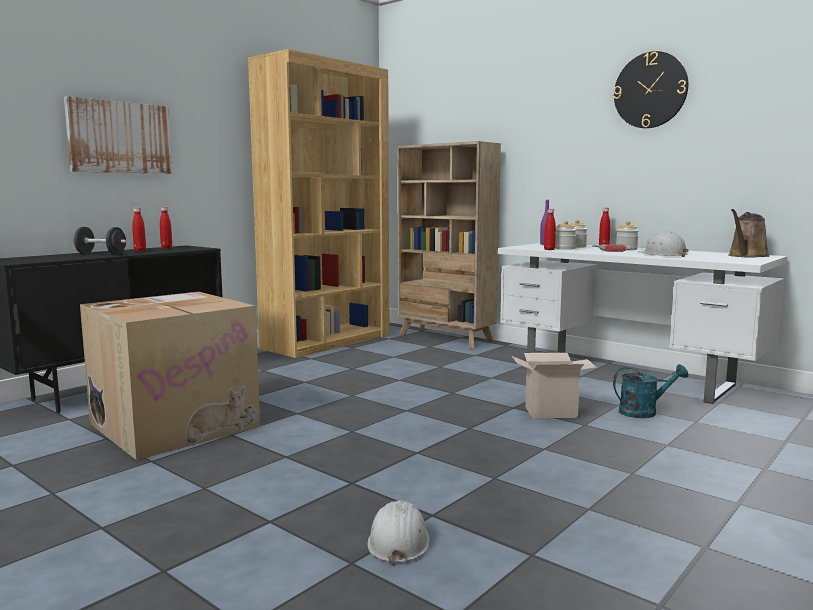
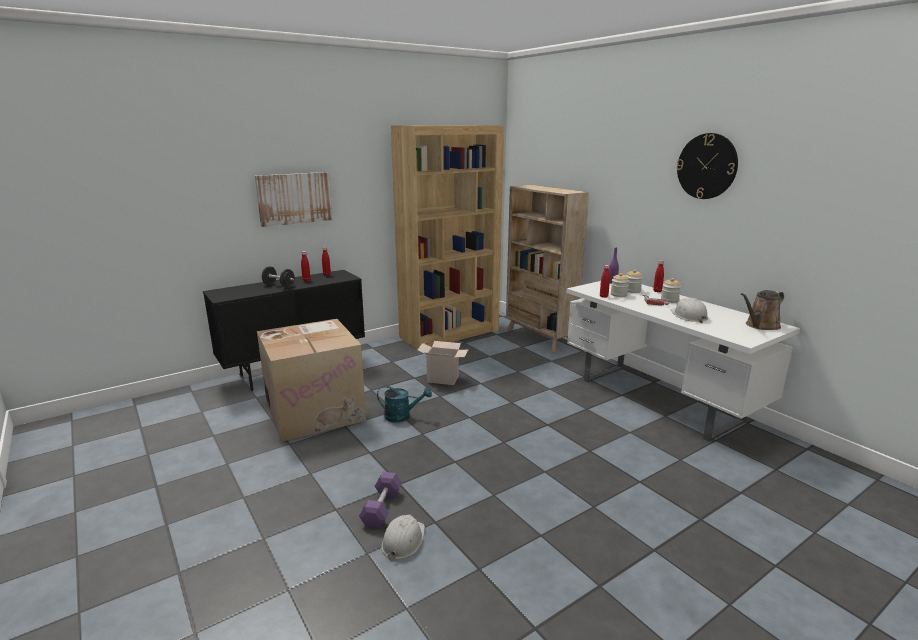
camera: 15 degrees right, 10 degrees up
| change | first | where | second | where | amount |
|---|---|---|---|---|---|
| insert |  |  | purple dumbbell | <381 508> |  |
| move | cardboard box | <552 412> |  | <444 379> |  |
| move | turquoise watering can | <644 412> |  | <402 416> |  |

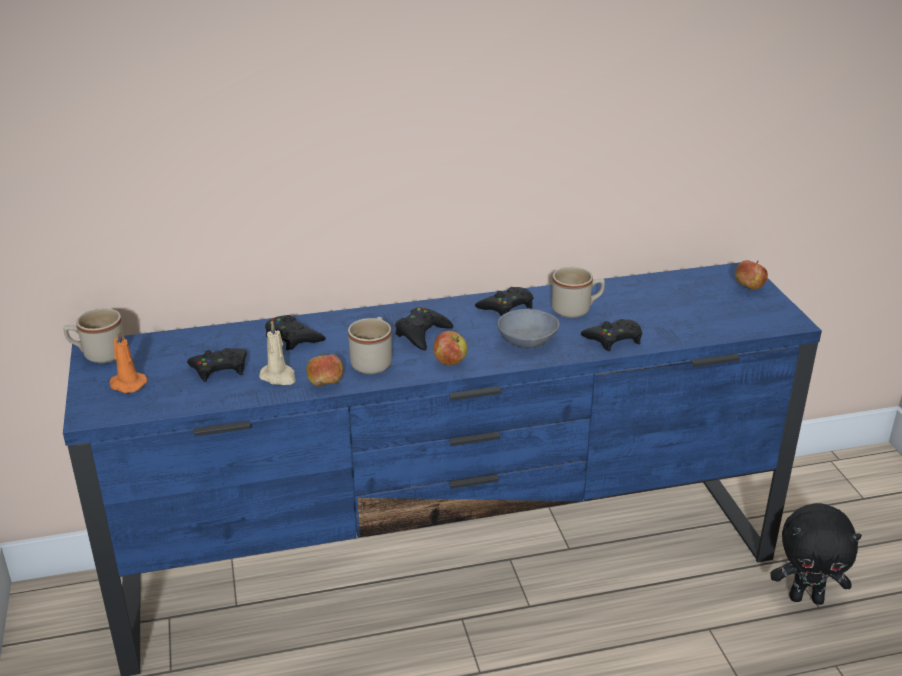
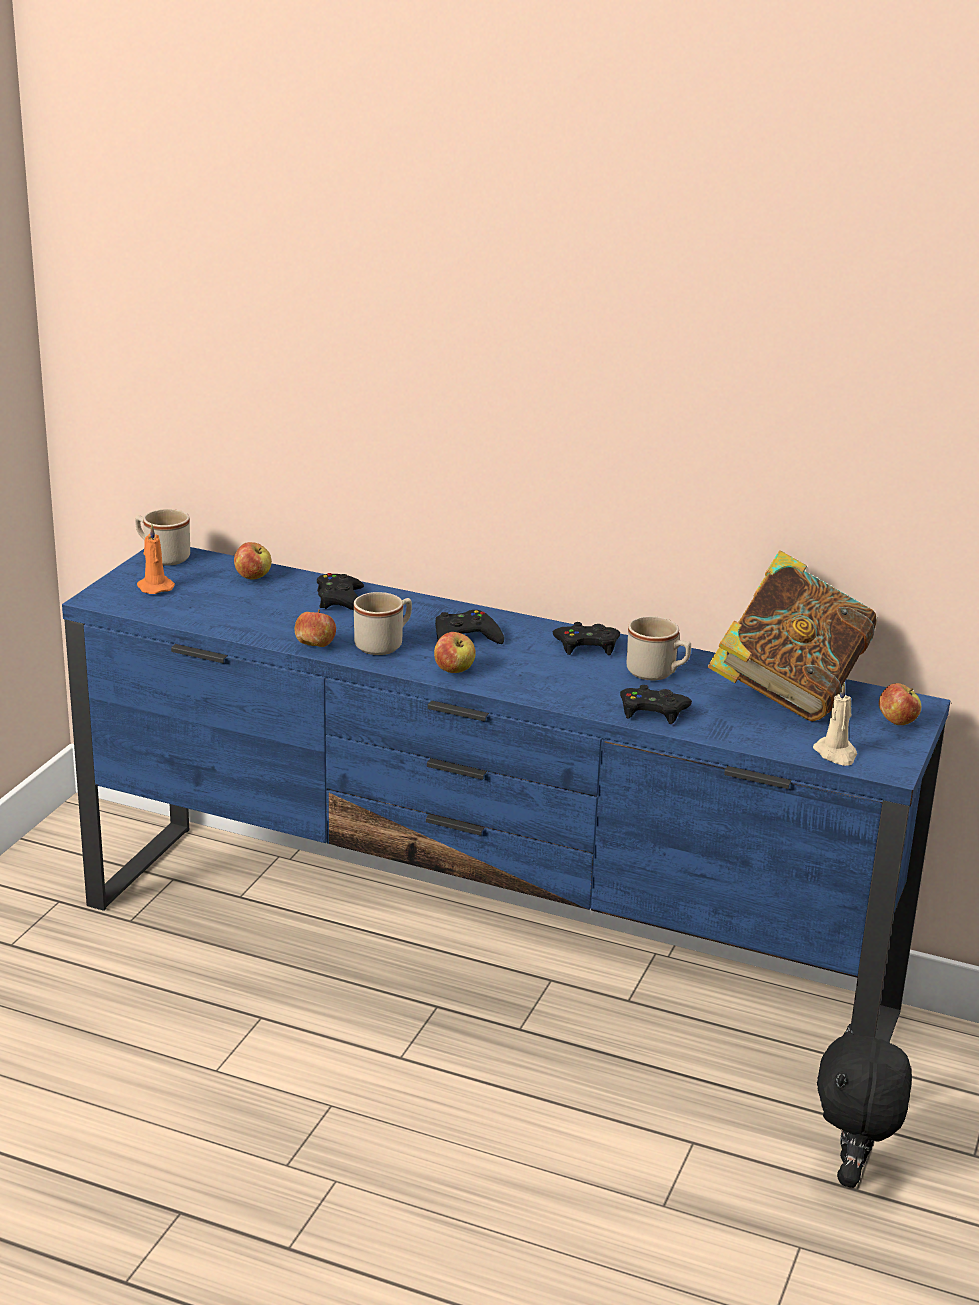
camera: 35 degrees right, 5 degrees down
| change | first | where | second | where | amount |
|---|---|---|---|---|---|
| delete | black game controller | <220 368> |  |  |  |
| delete | grey bowl | <528 339> |  |  |  |
| insert |  |  | apple | <253 577> |  |
| insert |  |  | book | <788 691> |  |
| move | beige candle | <279 377> |  | <836 754> |  |
| rotate | black plush toy | <806 598> |  | <852 1174> | 60 degrees clockwise |

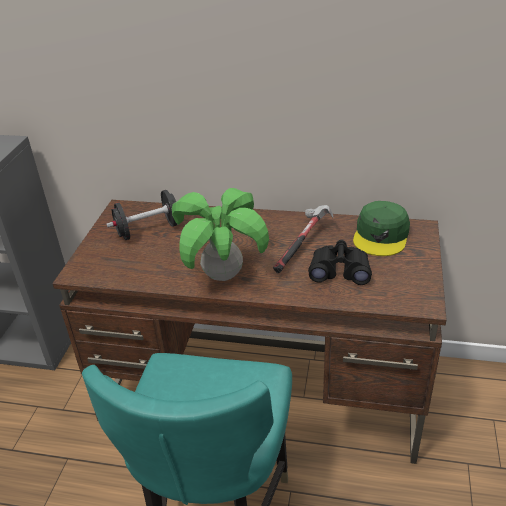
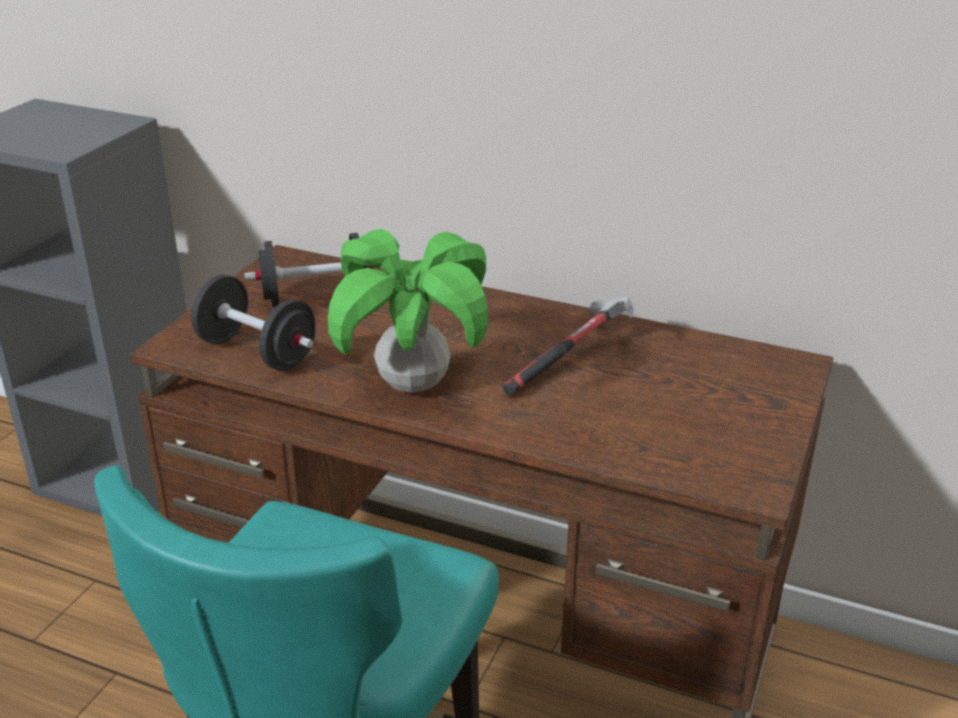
camera: 10 degrees right, 5 degrees down
| change | first | where | second | where | amount |
|---|---|---|---|---|---|
| delete | black binoculars | <340 270> |  |  |  |
| delete | green cap | <381 235> |  |  |  |
| insert |  |  | black dumbbell | <257 352> |  |

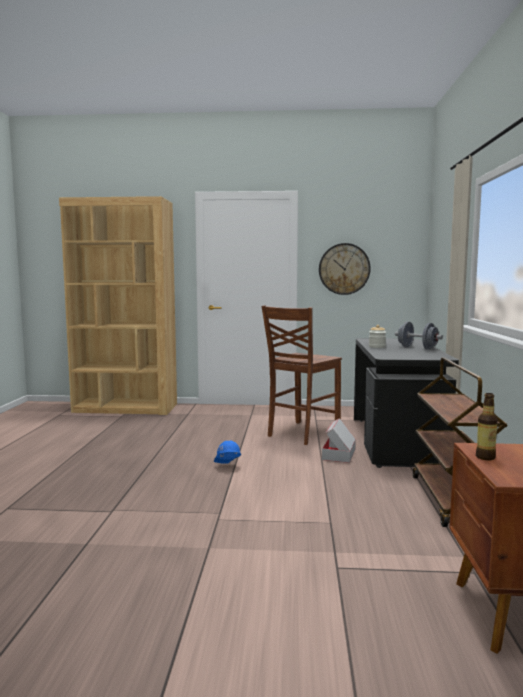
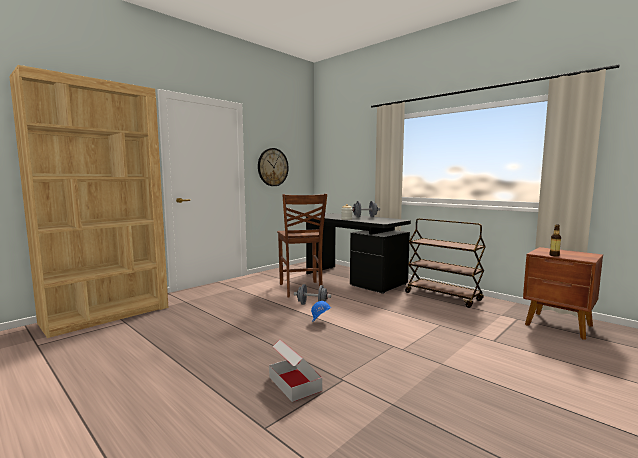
camera: 50 degrees left, 0 degrees up
| change | first | where | second | where | amount |
|---|---|---|---|---|---|
| insert |  |  | grey dumbbell | <312 304> |  |
| move | cardboard box | <339 454> |  | <295 384> |  |

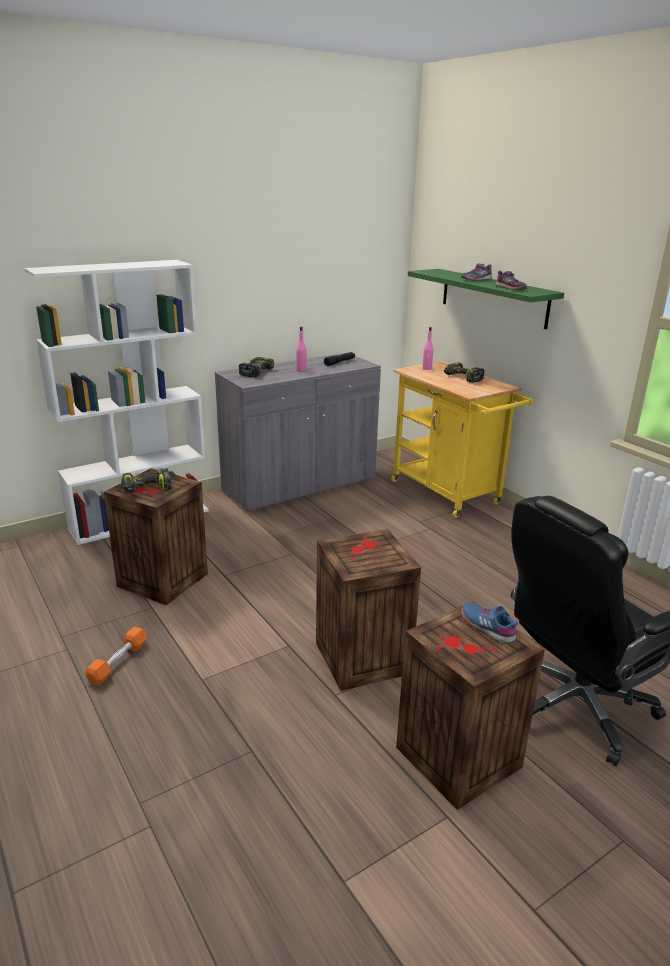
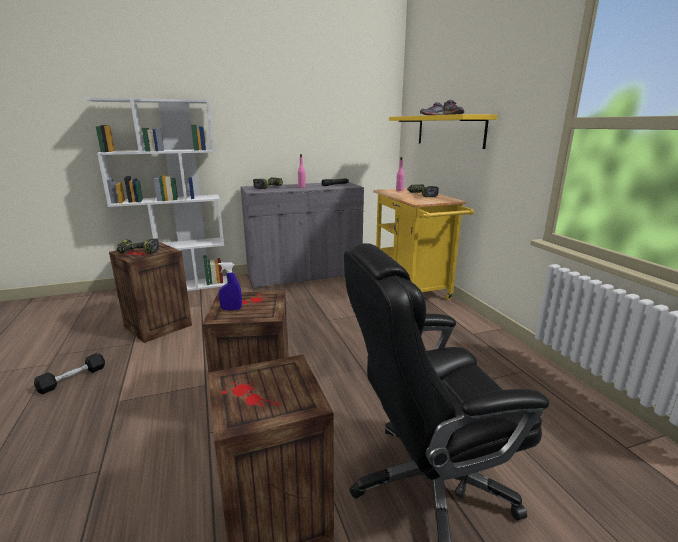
camera: 15 degrees right, 5 degrees down
| change | first | where | second | where | amount |
|---|---|---|---|---|---|
| delete | blue shoe | <487 627> |  |  |  |
| insert |  |  | blue spray bottle | <231 309> |  |
| recolor | orange dumbbell | <118 662> | black dumbbell | <72 379> |  |
| recolor | green shelf | <493 297> | yellow shelf | <449 131> |  |

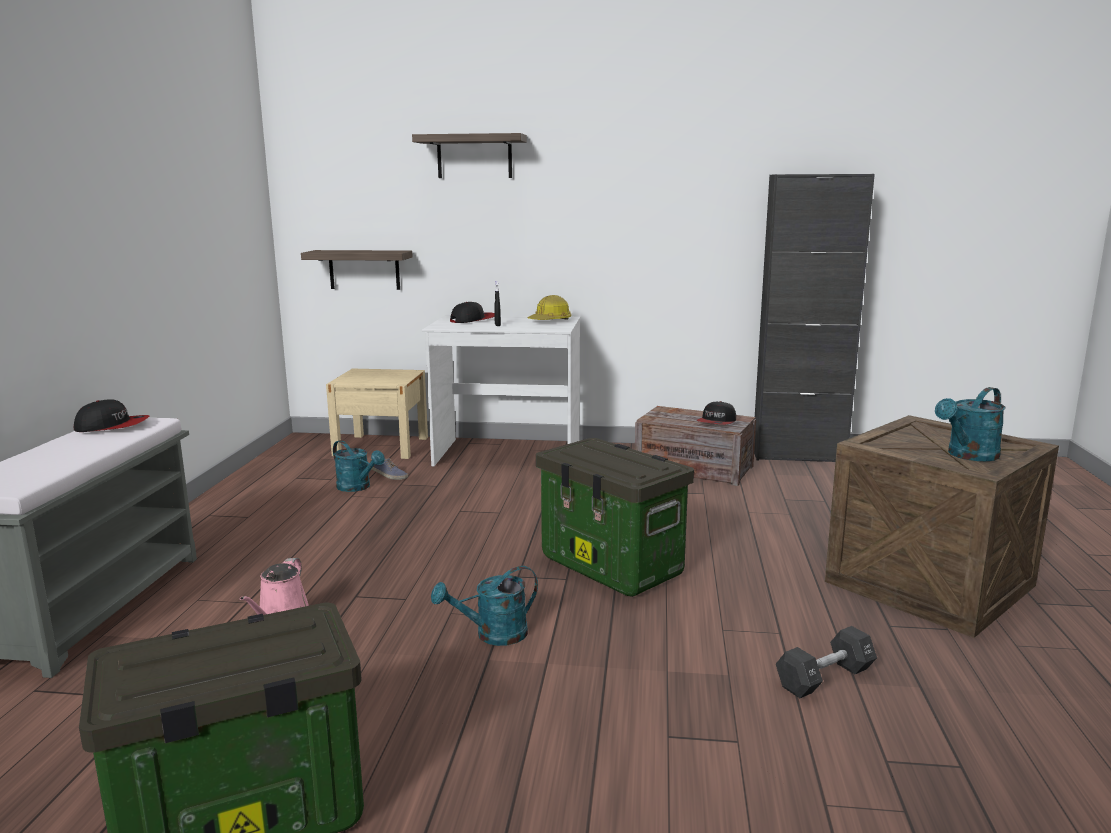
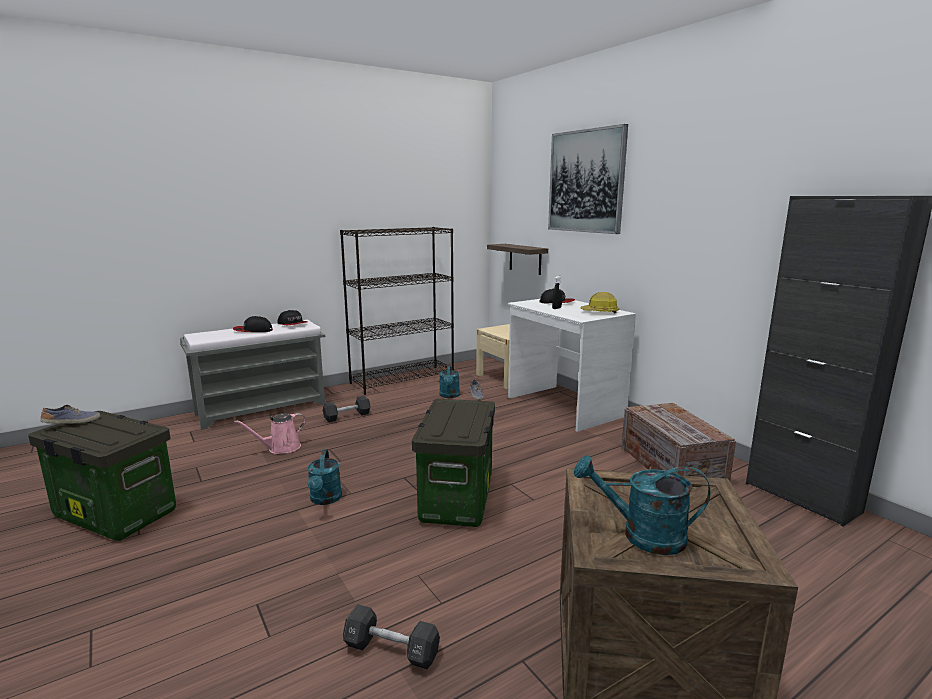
camera: 50 degrees right, 0 degrees up
| change | first | where | second | where | amount |
|---|---|---|---|---|---|
| insert |  |  | shoe | <72 423> |  |
| insert |  |  | black dumbbell | <347 416> |  |
| insert |  |  | black bookcase | <403 379> |  |
| move | cap | <717 422> |  | <253 330> |  |
| replace | shelf | <474 157> | picture | <586 181> |  |
| rotate | turquoise watering can | <493 635> |  | <325 500> | 120 degrees counterclockwise |

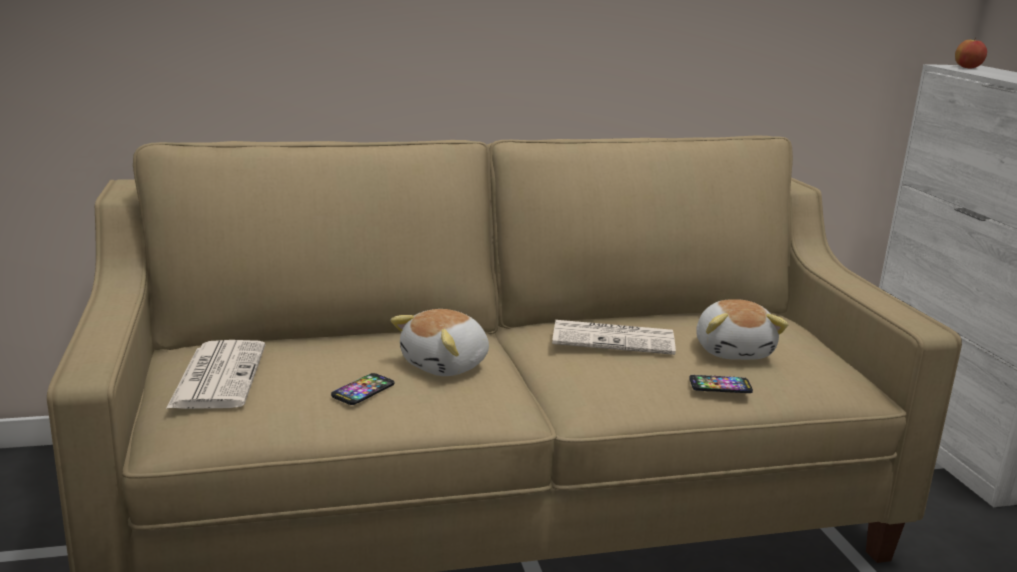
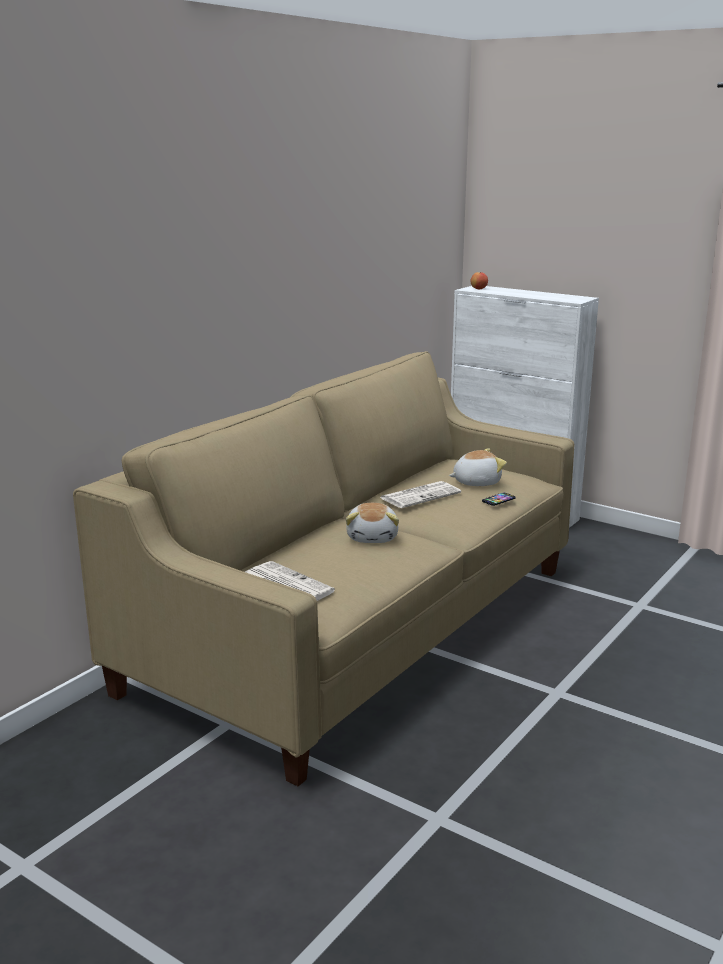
camera: 40 degrees left, 0 degrees up
| change | first | where | second | where | amount |
|---|---|---|---|---|---|
| delete | phone | <363 390> |  |  |  |
| rotate | plush toy | <734 351> |  | <476 482> | 60 degrees counterclockwise |

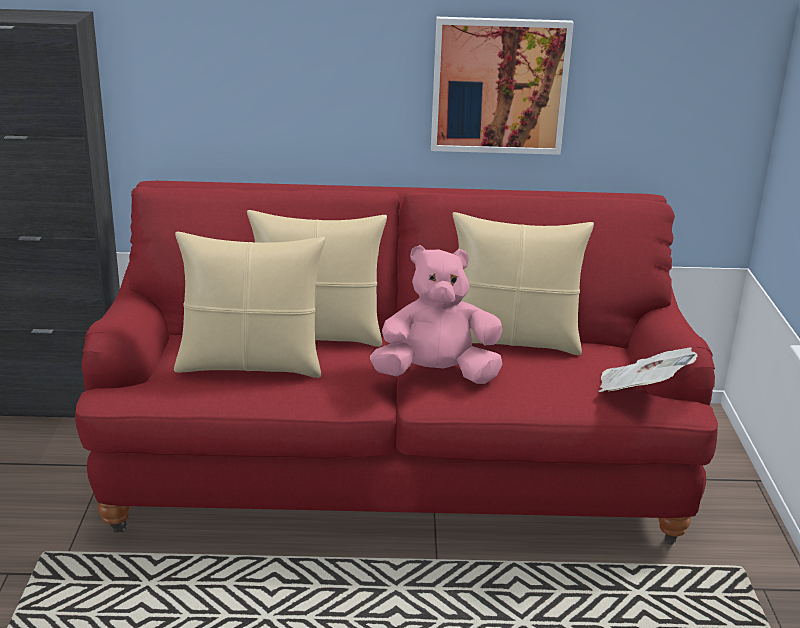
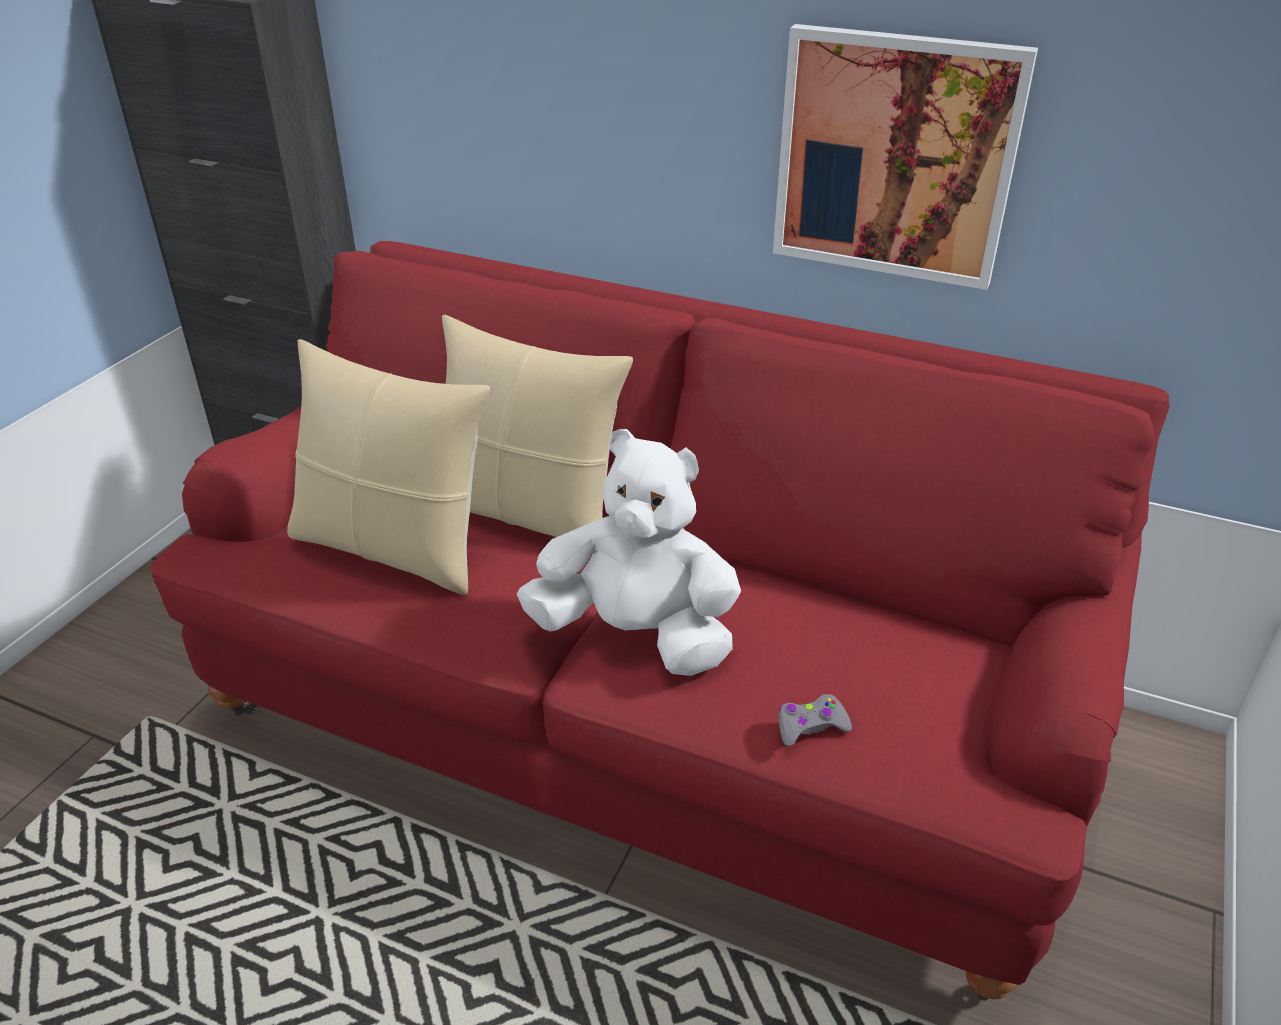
camera: 25 degrees right, 10 degrees up
| change | first | where | second | where | amount |
|---|---|---|---|---|---|
| delete | beige pillow | <512 340> |  |  |  |
| delete | newspaper | <640 391> |  |  |  |
| insert |  |  | grey game controller | <810 726> |  |
| recolor | pink plush toy | <436 375> | white plush toy | <636 635> |  |

